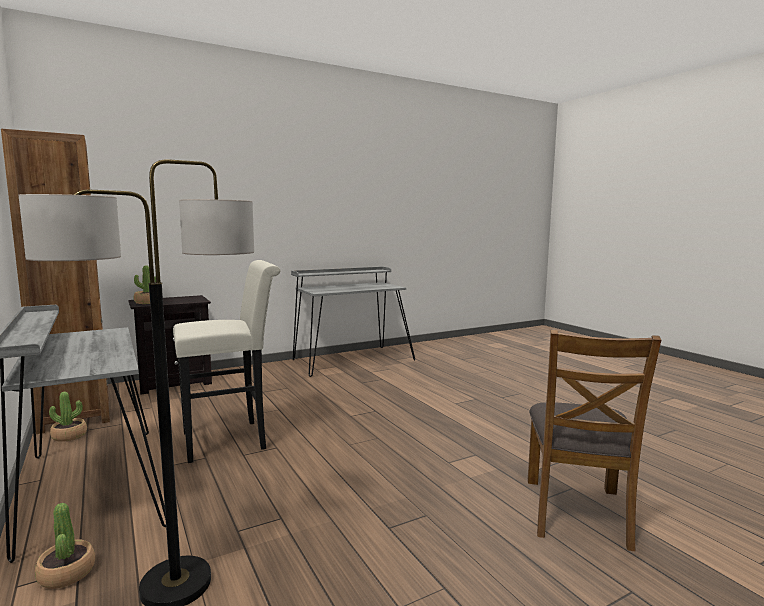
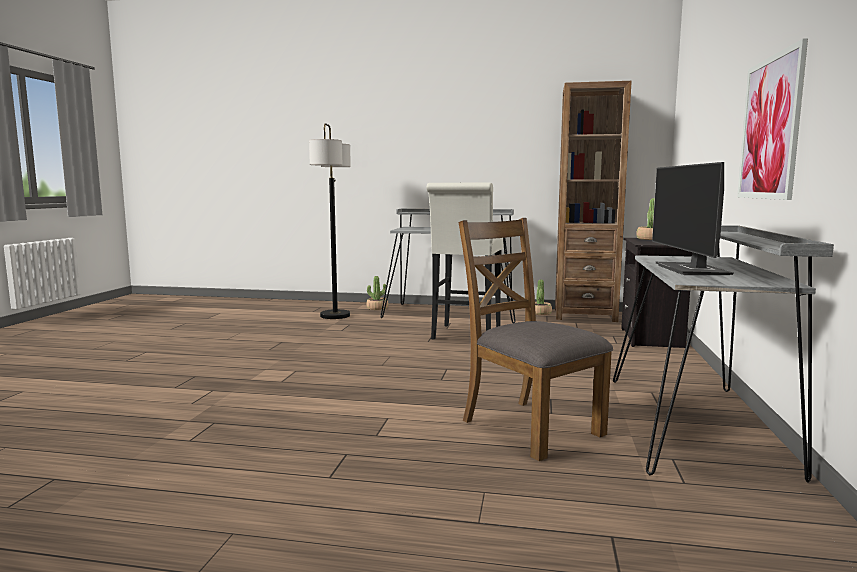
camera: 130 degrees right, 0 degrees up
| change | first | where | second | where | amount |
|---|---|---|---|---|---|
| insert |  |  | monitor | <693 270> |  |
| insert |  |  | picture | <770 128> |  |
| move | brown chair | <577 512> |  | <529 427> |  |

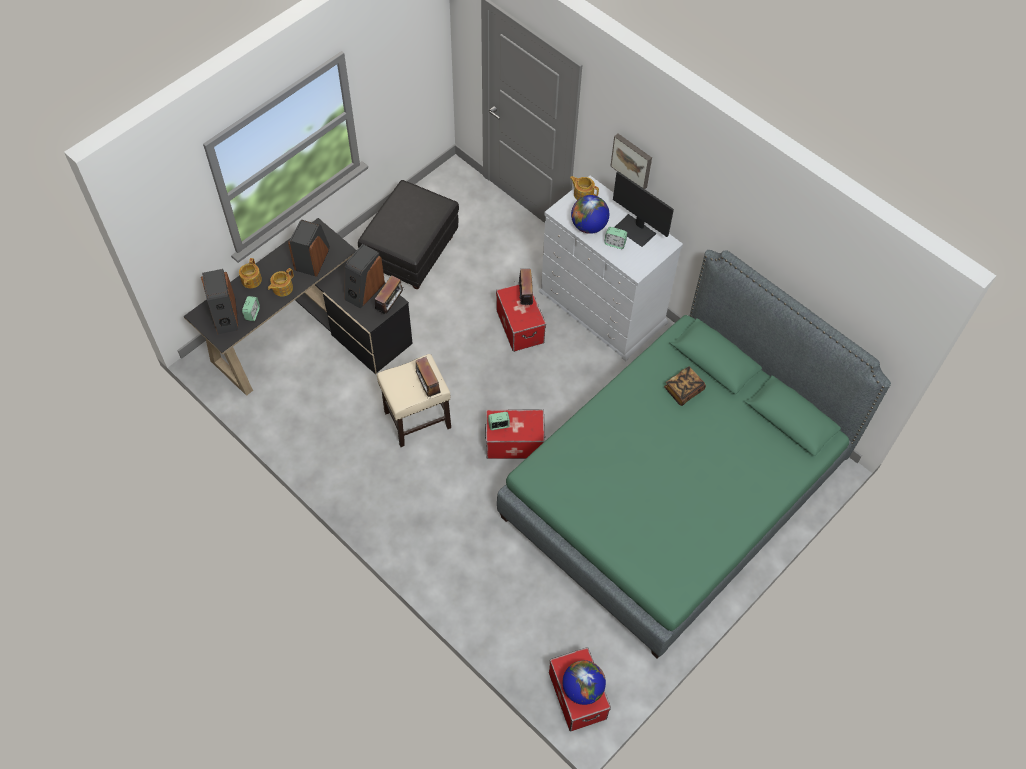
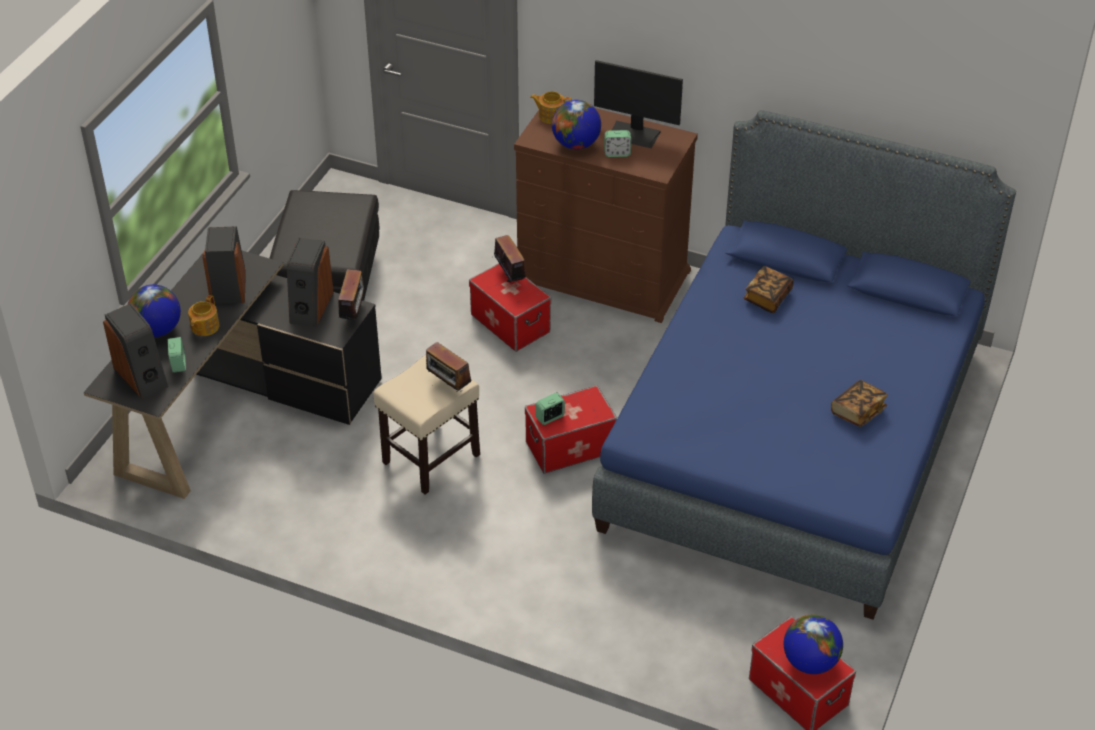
camera: 20 degrees left, 15 degrees down
| change | first | where | second | where | amount |
|---|---|---|---|---|---|
| delete | picture | <632 160> |  |  |  |
| insert |  |  | book | <857 411> |  |
| replace | teapot | <251 280> | globe | <157 330> |  |
| recolor | green bed | <673 489> | blue bed | <793 436> |  |
| recolor | white dresser | <603 307> | brown dresser | <603 276> |  |

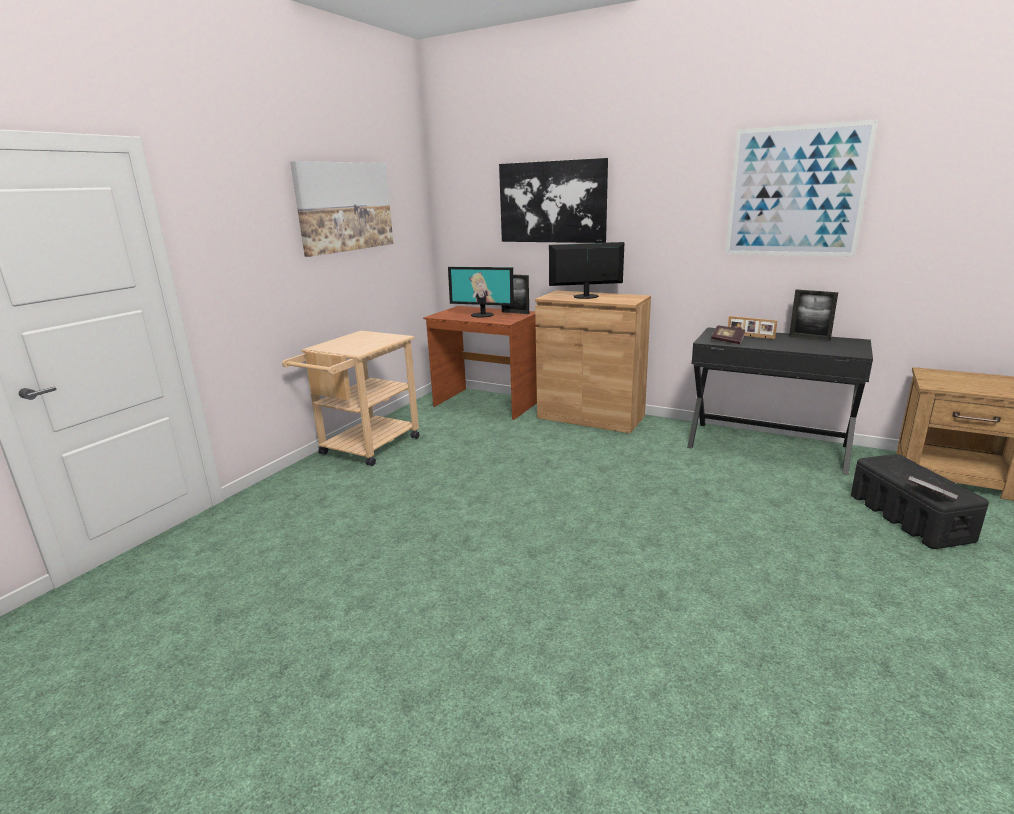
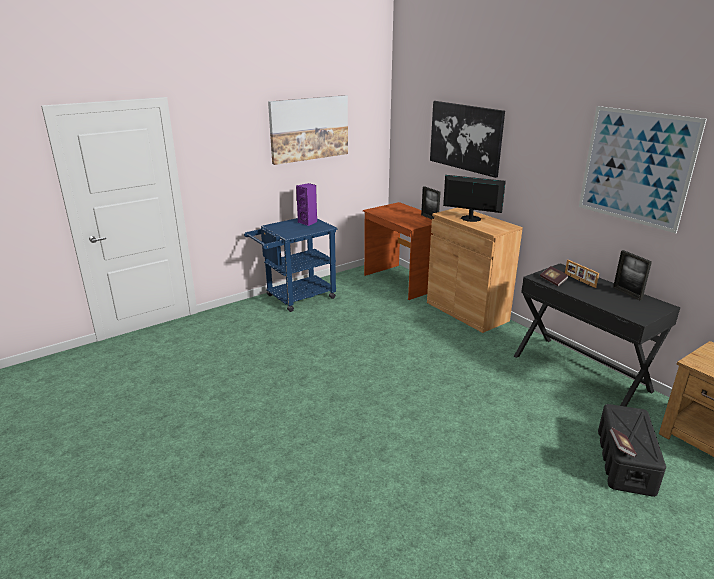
camera: 25 degrees right, 5 degrees up
| change | first | where | second | where | amount |
|---|---|---|---|---|---|
| delete | monitor | <482 315> |  |  |  |
| insert |  |  | purple speaker | <308 222> |  |
| recolor | beige cart | <365 449> | blue cart | <295 298> |  |

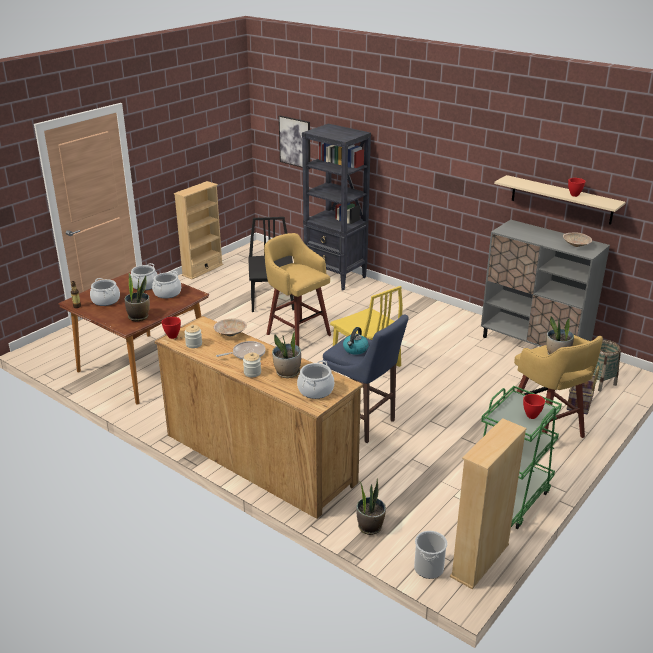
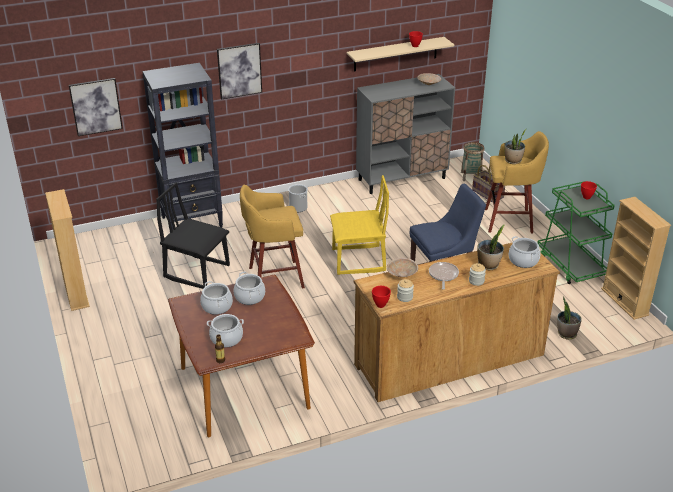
camera: 60 degrees left, 5 degrees up
| change | first | where | second | where | amount |
|---|---|---|---|---|---|
| delete | potted plant | <139 317> |  |  |  |
| delete | kettle | <355 349> |  |  |  |
| insert |  |  | picture | <239 70> |  |
| move | bucket | <429 568> |  | <298 208> |  |

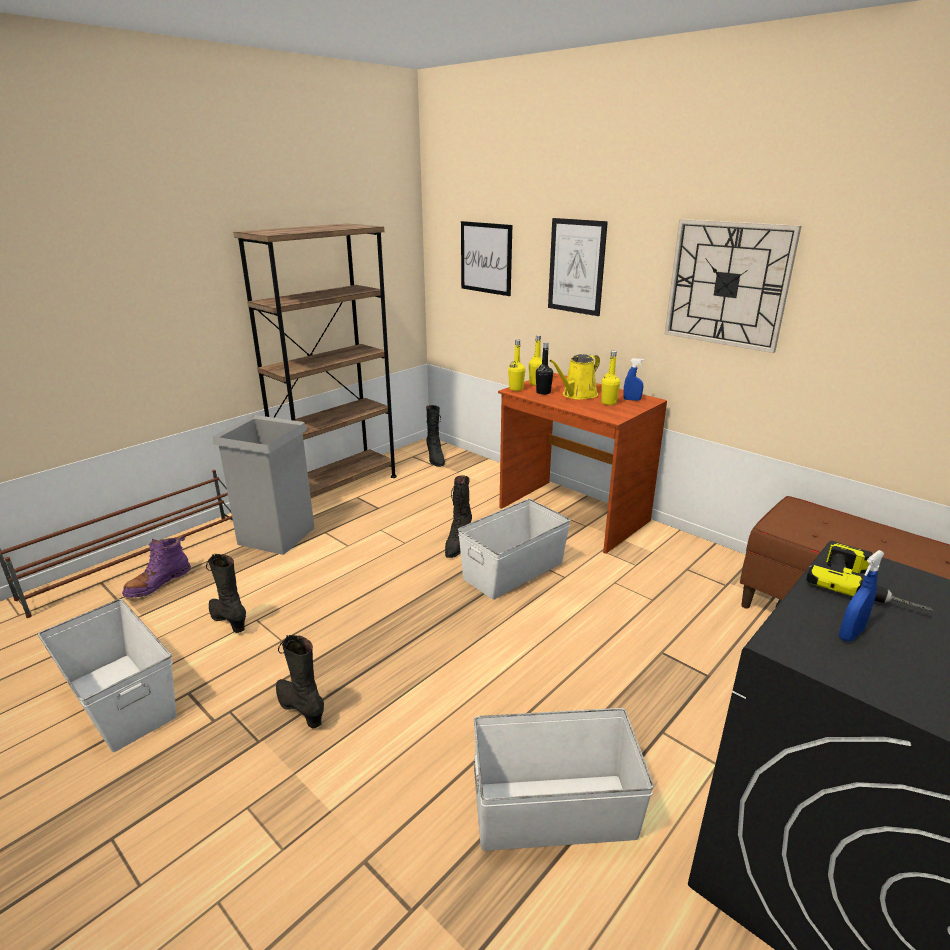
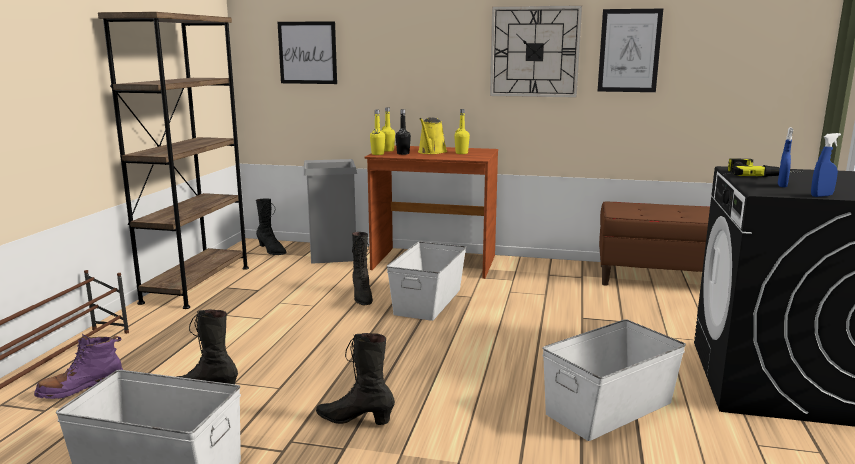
camera: 30 degrees left, 10 degrees down
| change | first | where | second | where | amount |
|---|---|---|---|---|---|
| move | grey trash can | <276 536> |  | <333 255> |  |
| move | picture | <576 266> |  | <629 51> |  |
| move | blue spray bottle | <632 399> |  | <821 196> |  |
| rotate | purple boot | <158 583> |  | <81 387> | 45 degrees clockwise |

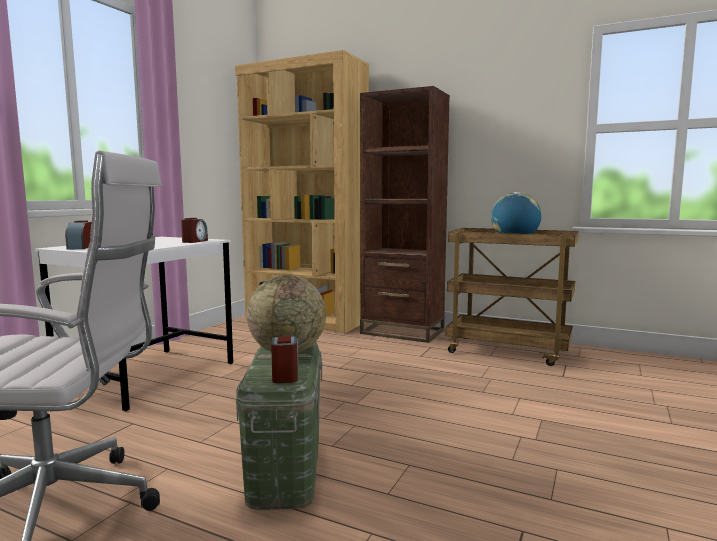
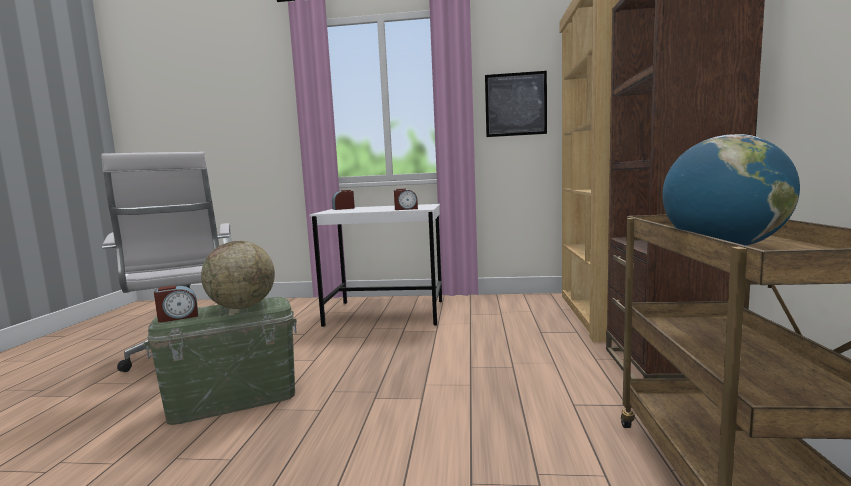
camera: 70 degrees right, 0 degrees up
| change | first | where | second | where | amount |
|---|---|---|---|---|---|
| insert |  |  | picture | <515 104> |  |

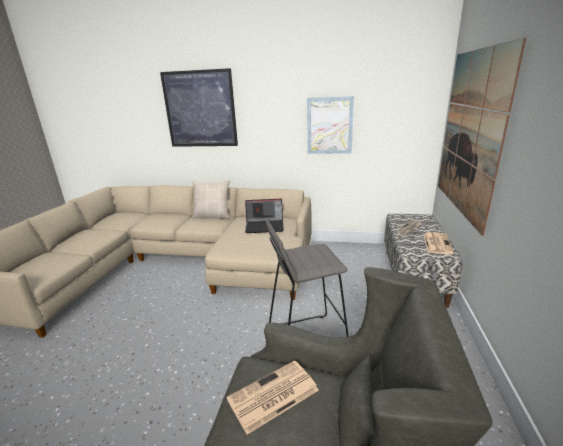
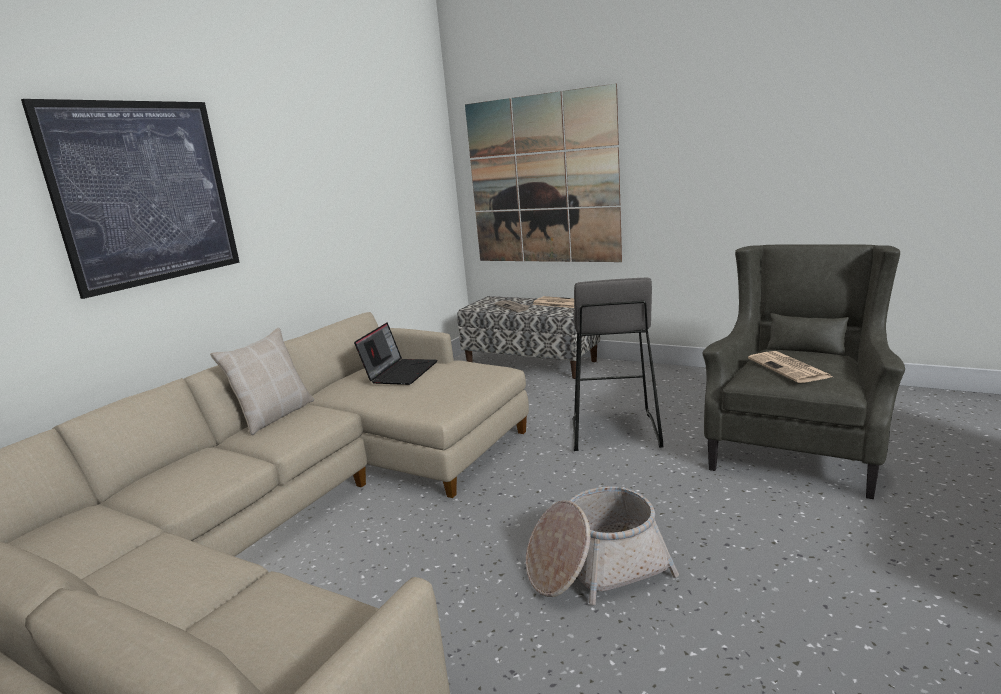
camera: 70 degrees left, 5 degrees down
| change | first | where | second | where | amount |
|---|---|---|---|---|---|
| delete | picture | <329 126> |  |  |  |
| insert |  |  | basket | <595 567> |  |

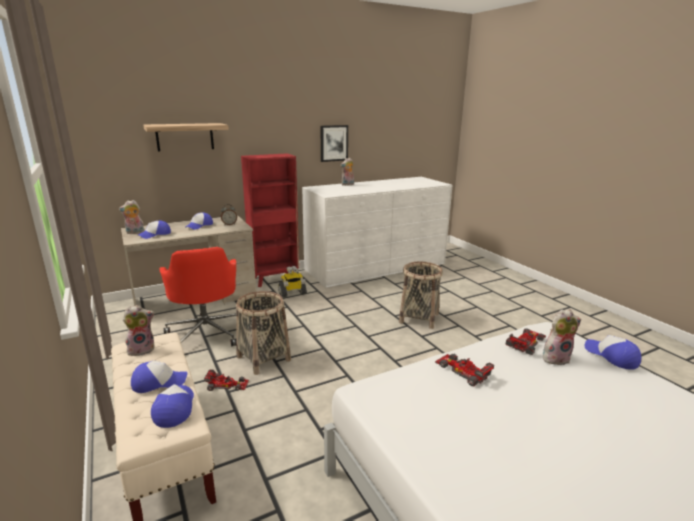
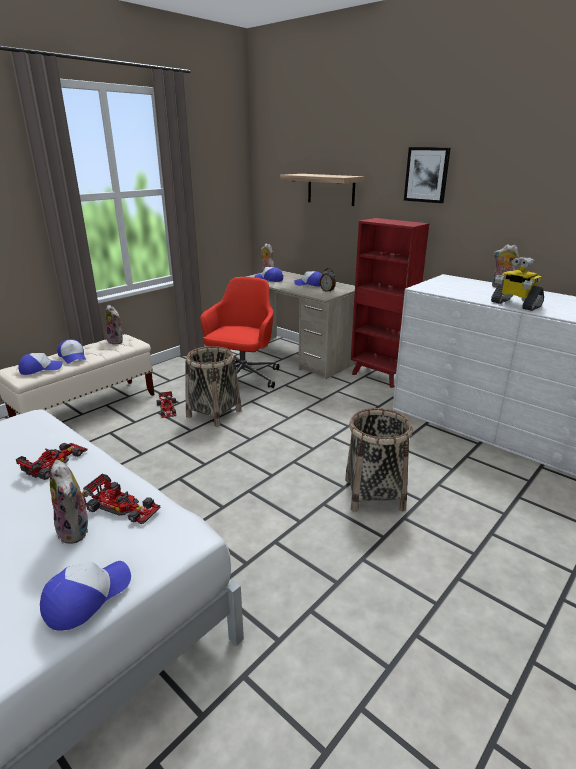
camera: 70 degrees right, 5 degrees up
| change | first | where | second | where | amount |
|---|---|---|---|---|---|
| move | toy robot | <292 293> |  | <515 304> |  |
| move | picture | <334 143> |  | <427 175> |  |
| rotate | red office chair | <206 332> |  | <242 378> | 150 degrees clockwise |

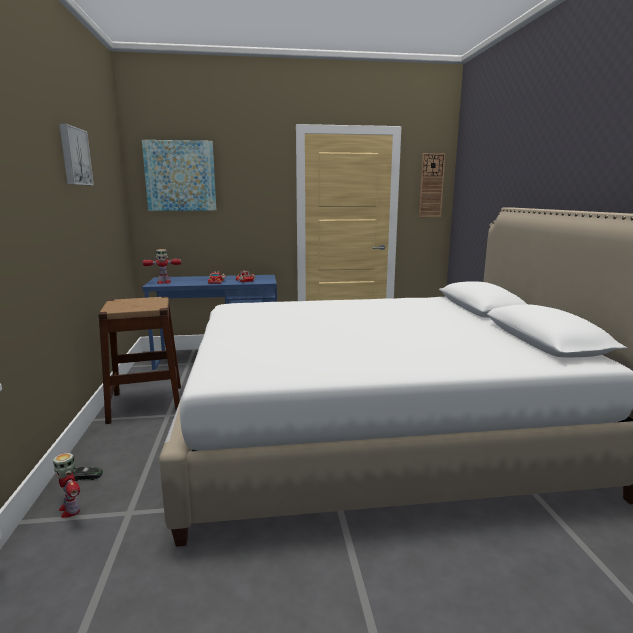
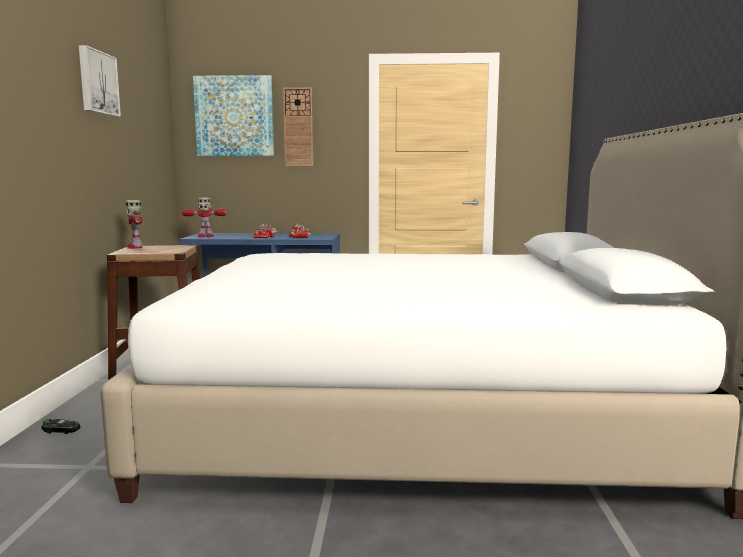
camera: 10 degrees right, 5 degrees down
| change | first | where | second | where | amount |
|---|---|---|---|---|---|
| move | toy robot | <70 509> |  | <135 247> |  |
| move | wall clock | <431 185> |  | <298 127> |  |

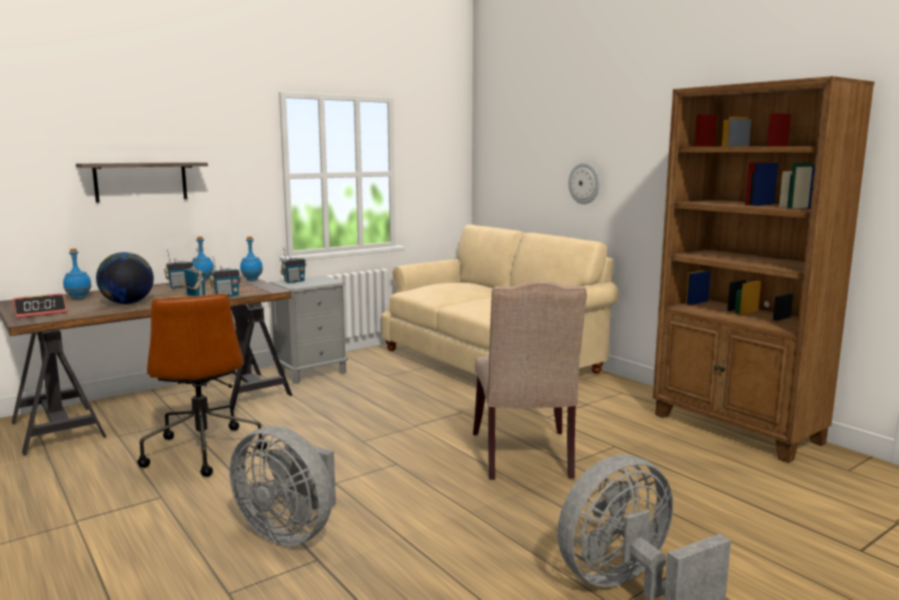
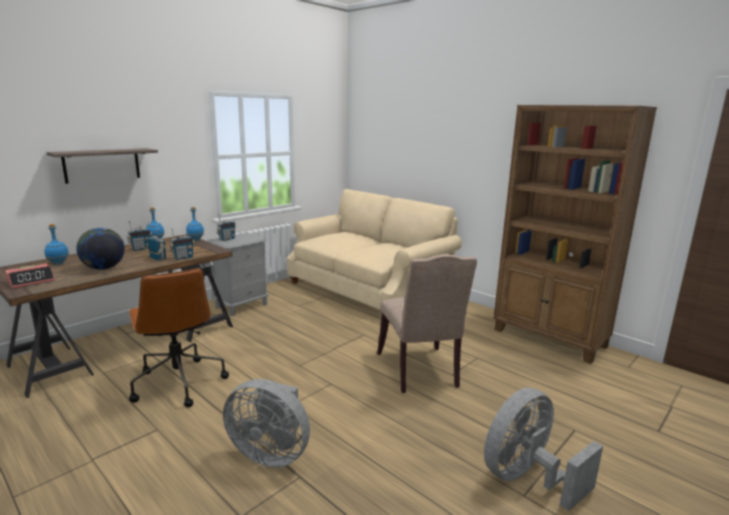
camera: 10 degrees left, 5 degrees up
| change | first | where | second | where | amount |
|---|---|---|---|---|---|
| delete | wall clock | <584 183> |  |  |  |

